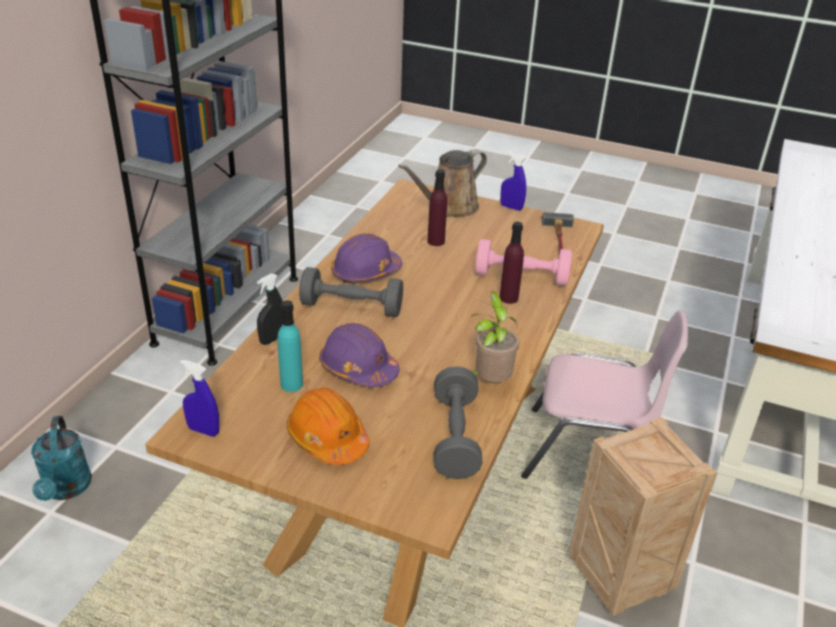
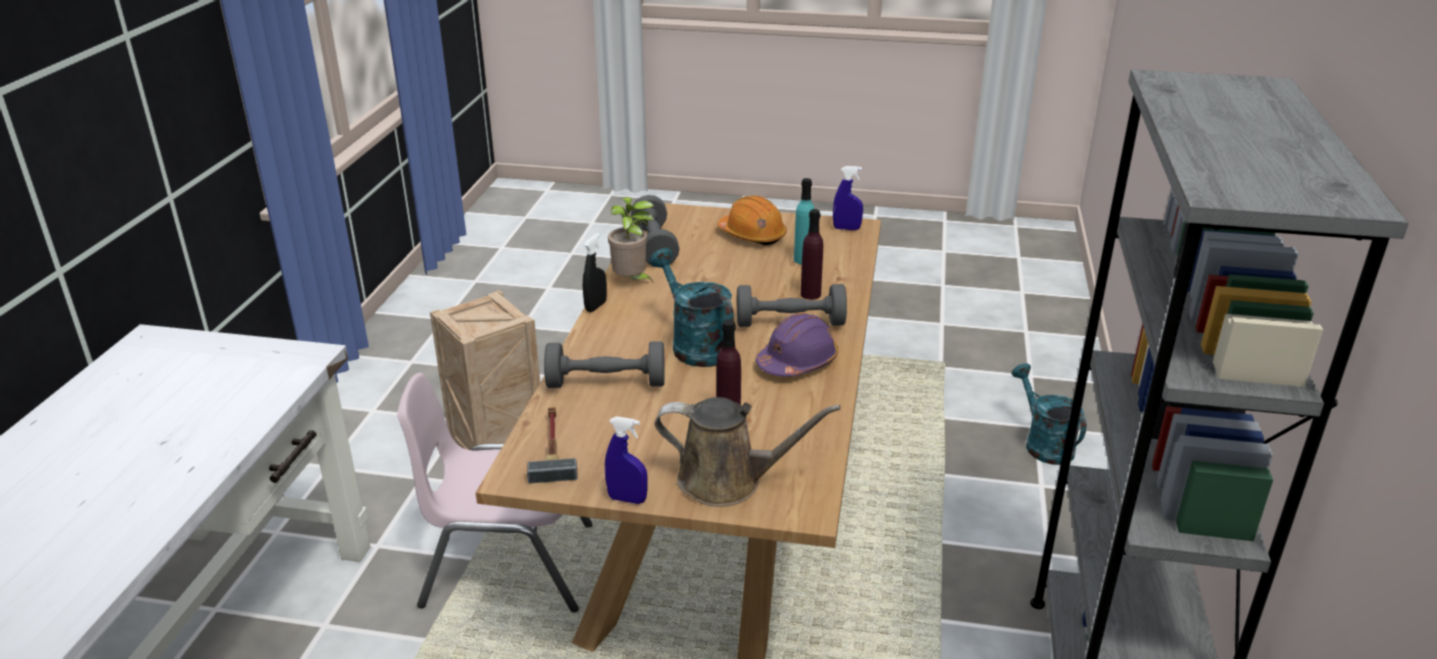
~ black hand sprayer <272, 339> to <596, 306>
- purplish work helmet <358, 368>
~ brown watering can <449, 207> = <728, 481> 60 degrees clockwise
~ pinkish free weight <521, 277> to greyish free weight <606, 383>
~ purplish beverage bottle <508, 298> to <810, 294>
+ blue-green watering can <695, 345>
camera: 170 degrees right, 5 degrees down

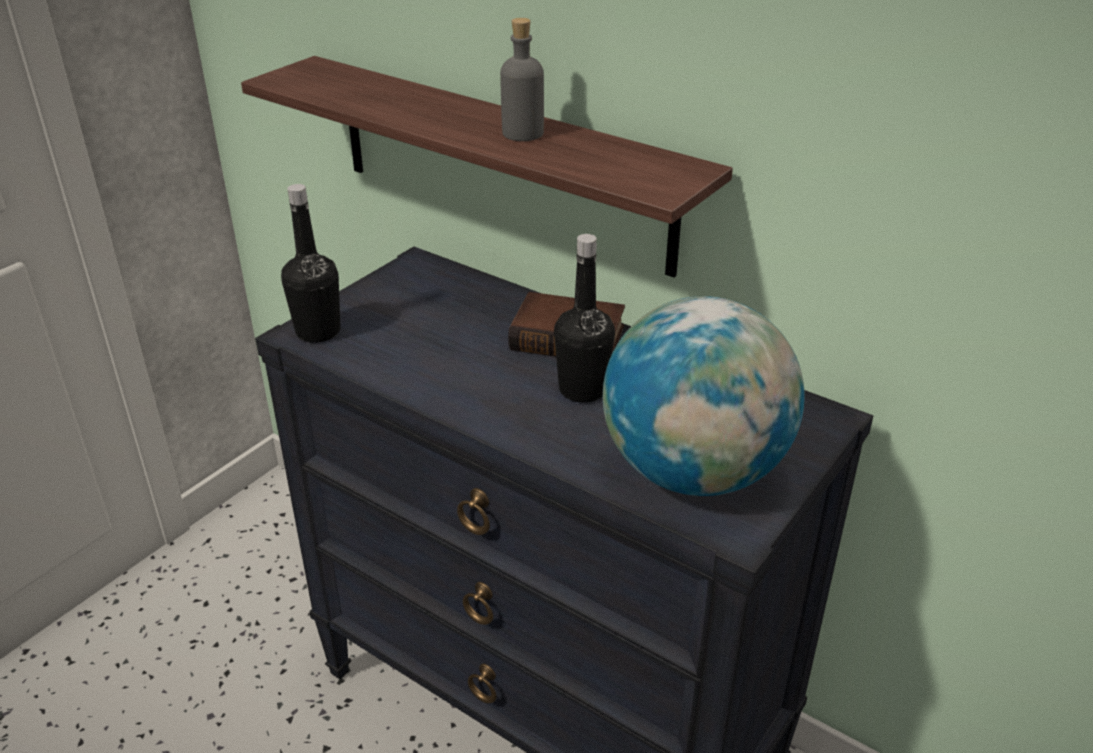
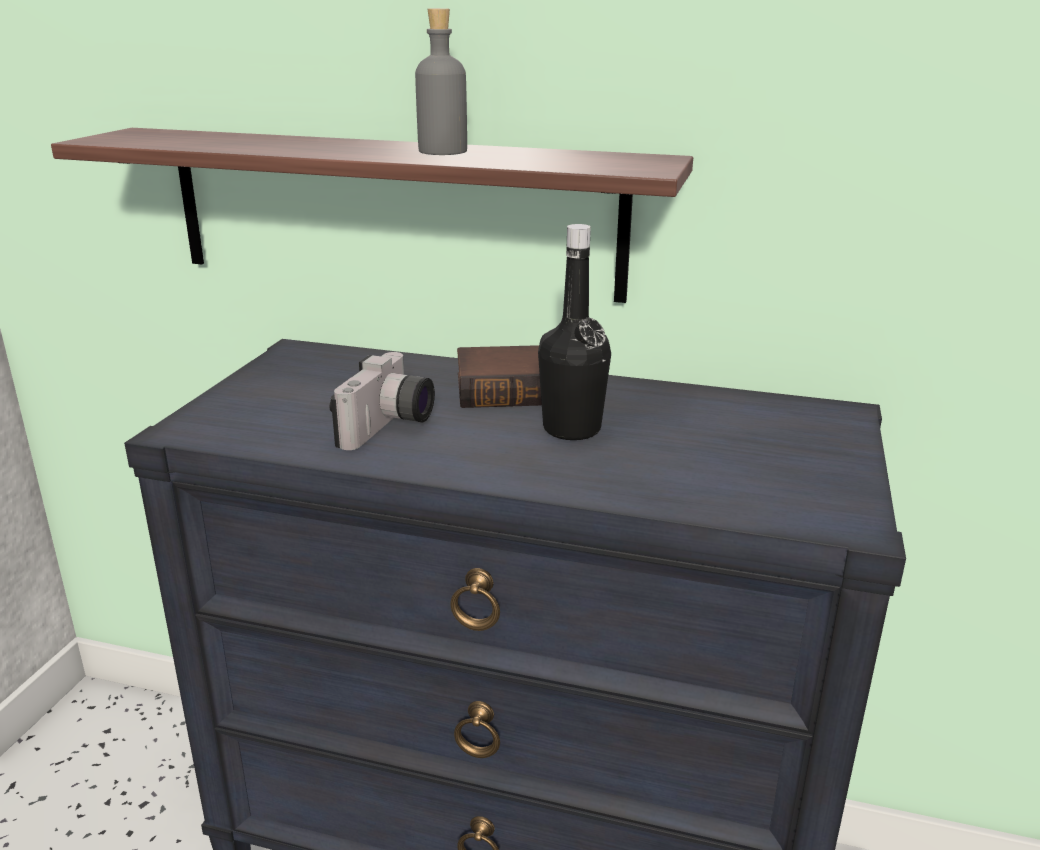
- black beverage bottle <318, 331>
- globe <694, 471>
+ still camera <389, 427>
camera: 20 degrees left, 10 degrees down

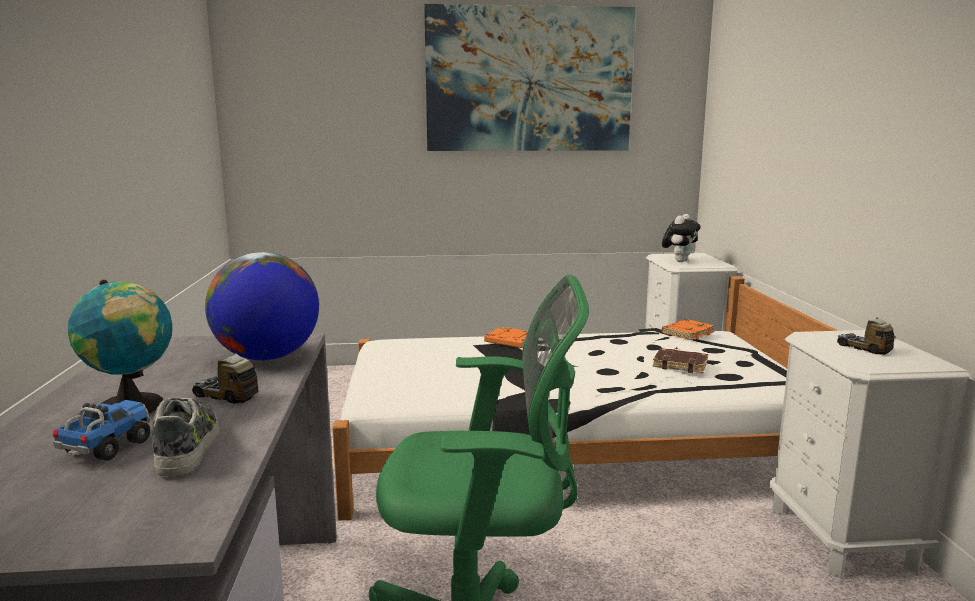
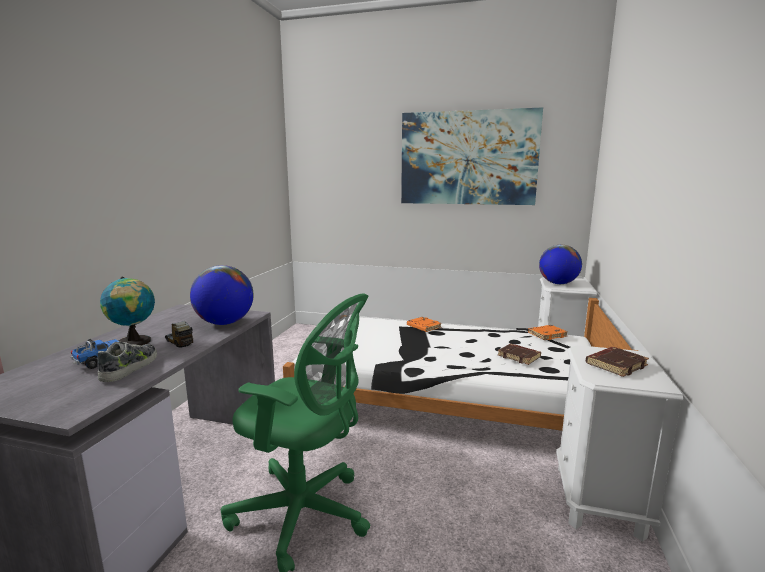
~ soft toy <679, 261> to globe <558, 283>
~ toy truck <863, 348> to brown bound book <615, 365>
camera: 20 degrees right, 0 degrees up

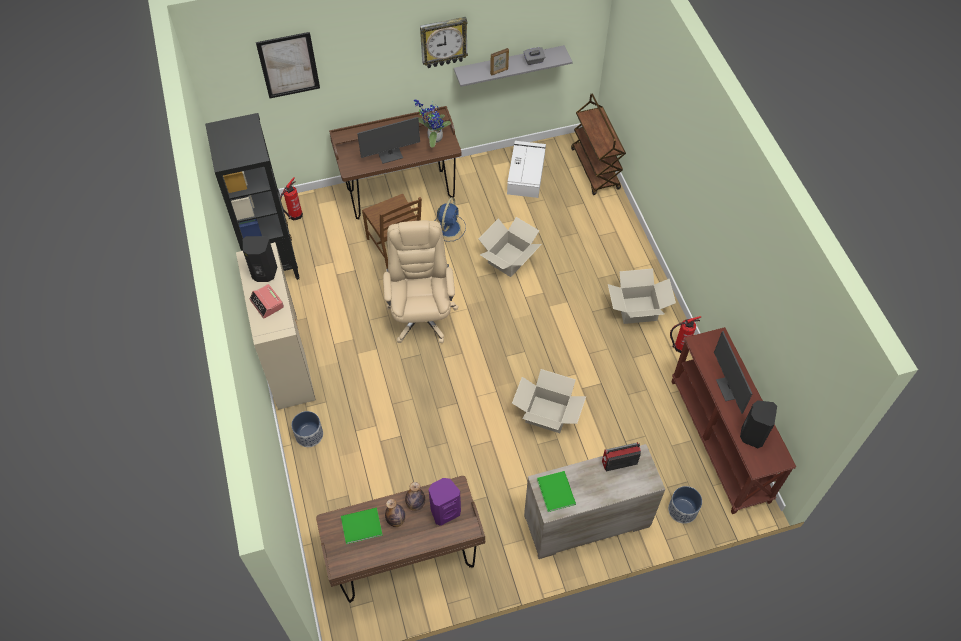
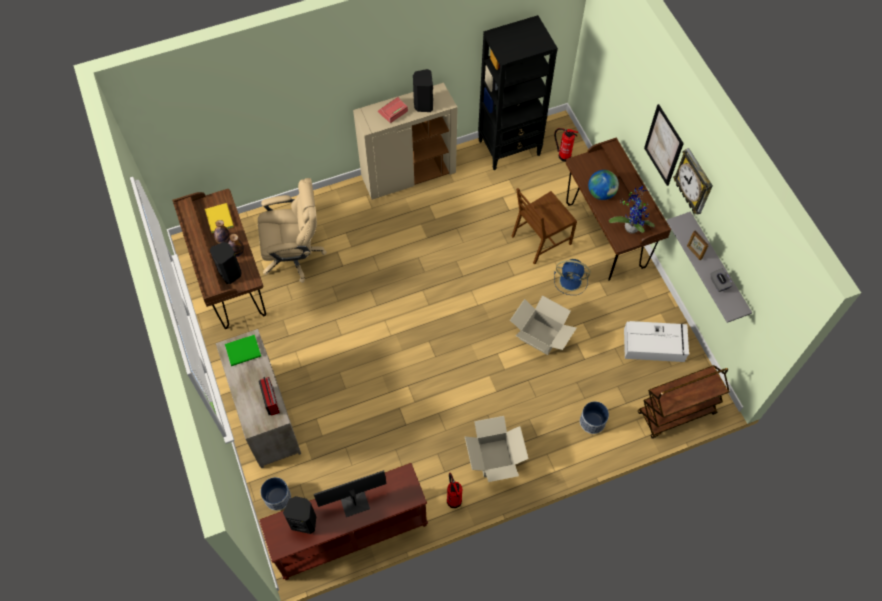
~ wall picture <288, 65> to <663, 145>
~ planter <309, 435> to <592, 422>
~ greenish bound book <360, 525> to yellowish bound book <220, 217>
~ computer display <390, 155> to globe <601, 193>
~ beige computer chair <421, 315> to <294, 255>
~ purplish speaker <444, 511> to black speaker <231, 273>
- cardboard box <547, 414>
camera: 85 degrees right, 5 degrees up

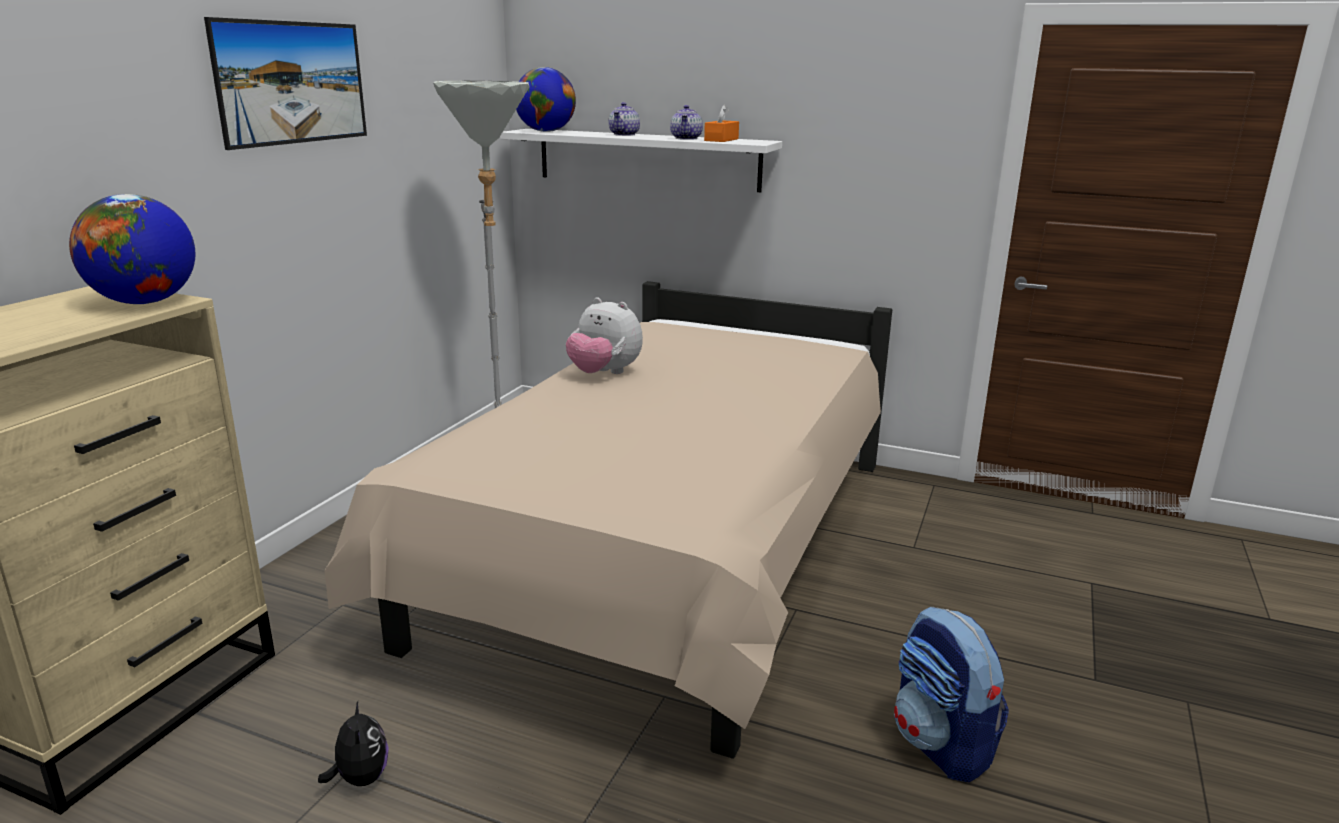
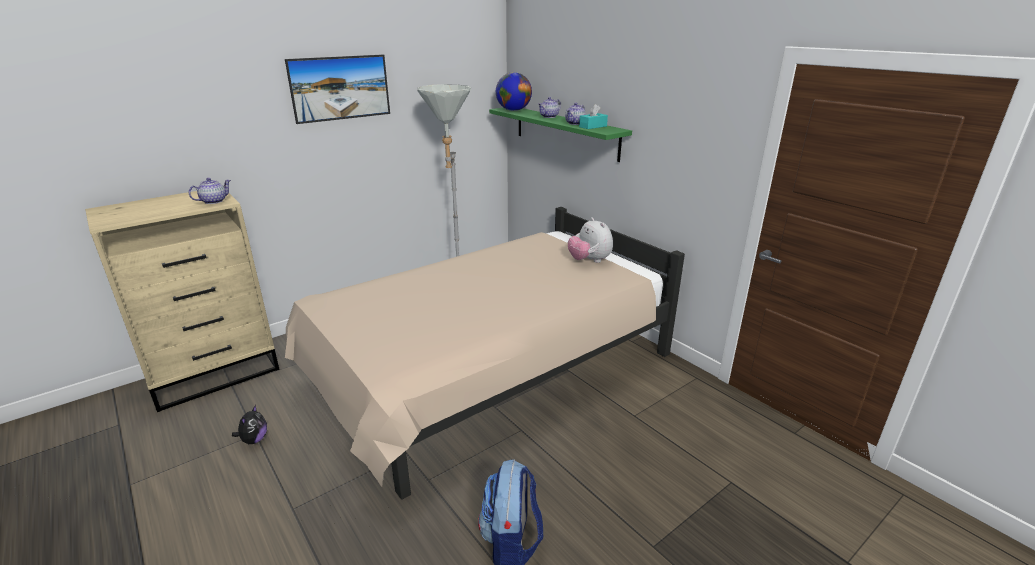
~ globe <144, 302> to teapot <214, 201>
~ whitish shelf <647, 159> to greenish shelf <565, 132>
~ soft toy <604, 373> to <589, 261>
~ orange tissue box <721, 140> to blue-green tissue box <593, 126>
camera: 30 degrees right, 5 degrees up

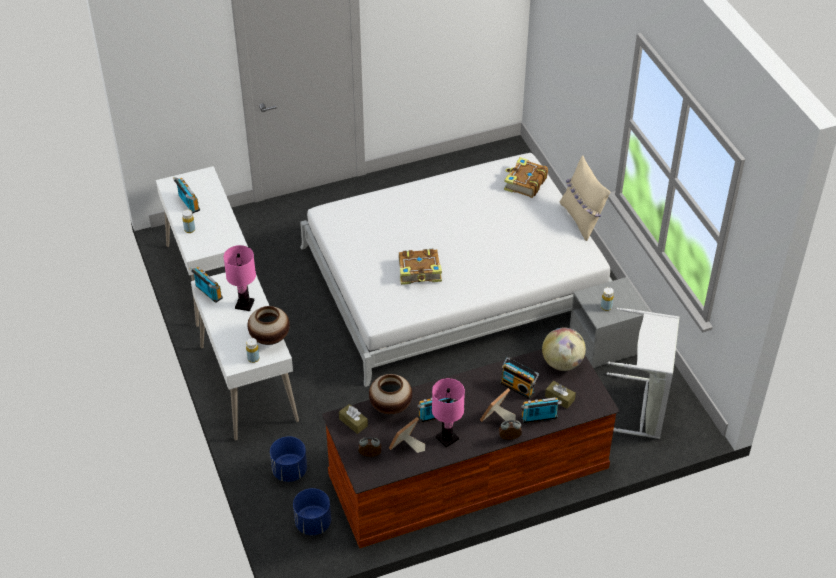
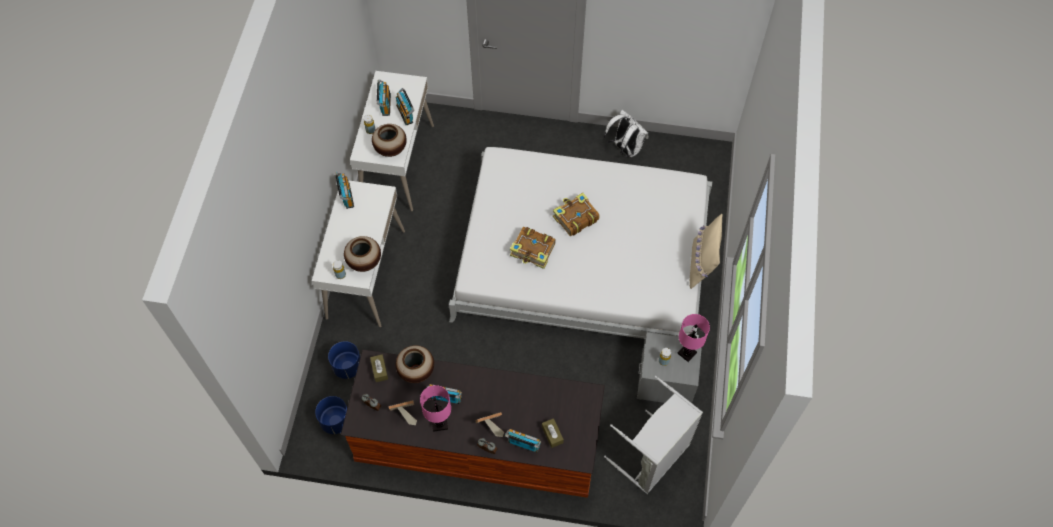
~ pinkish lamp for a table <245, 304> to <687, 353>
~ radio <518, 387> to <406, 114>
~ bound book <524, 183> to <575, 218>
- globe <562, 363>
+ decorative vase <391, 149>
+ whitish backpack <625, 148>
camera: 30 degrees right, 15 degrees up

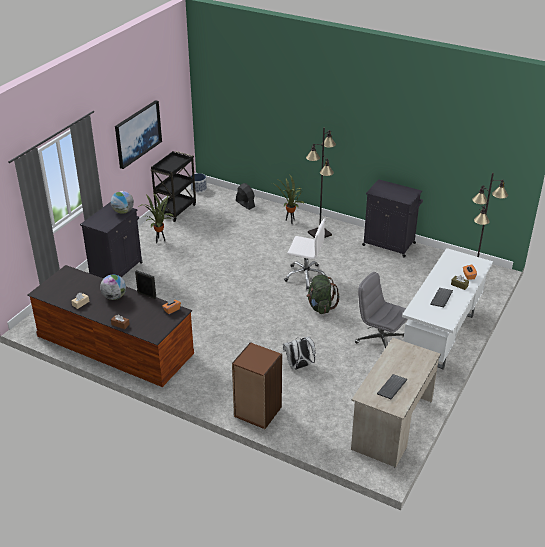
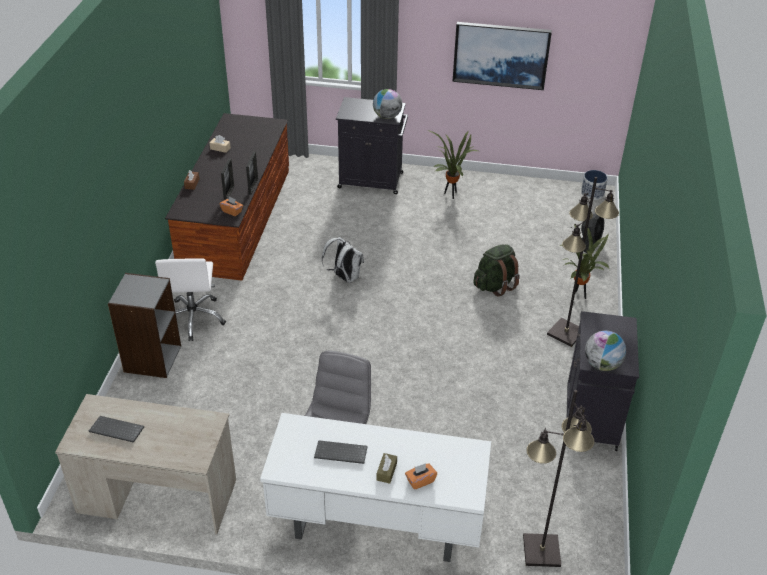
~ globe <114, 297> to <602, 364>
- black trolley <176, 209>
~ brown shelving unit <257, 412> to greyish shelving unit <152, 358>
~ whitish backpack <299, 366> to <344, 277>
~ whitish computer chair <306, 276> to <194, 318>
~ greenish backpack <320, 307> to <495, 285>
+ picture frame <229, 194>
camera: 70 degrees right, 5 degrees up

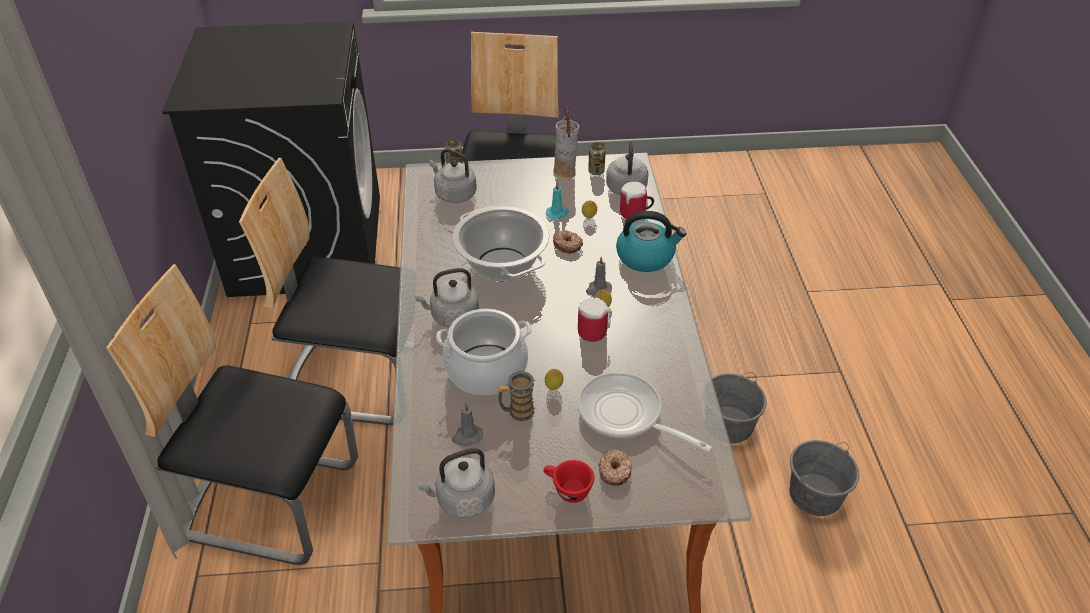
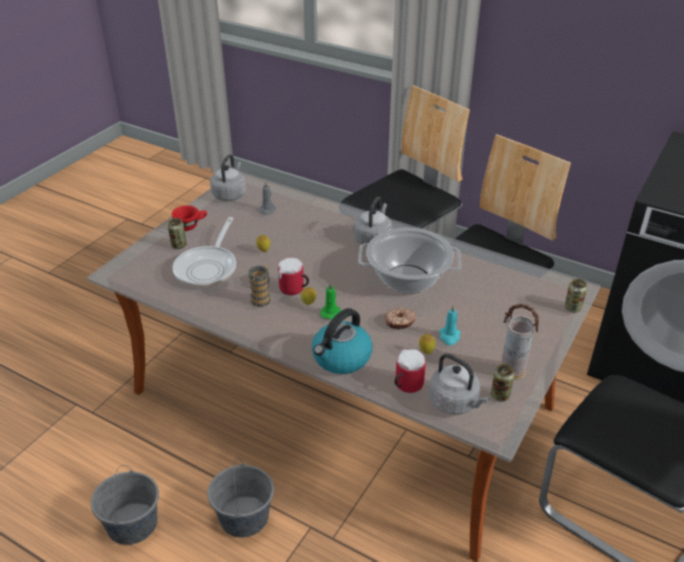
- greyish water kettle <454, 194>
- saucepot <486, 370>
~ tea mug <517, 412> to <262, 298>
~ skillet <626, 415> = <208, 267> 120 degrees clockwise
~ greyish candle <598, 289> to greenish candle <331, 312>
~ doughnut <615, 471> to metal can <179, 245>
camera: 125 degrees right, 5 degrees down

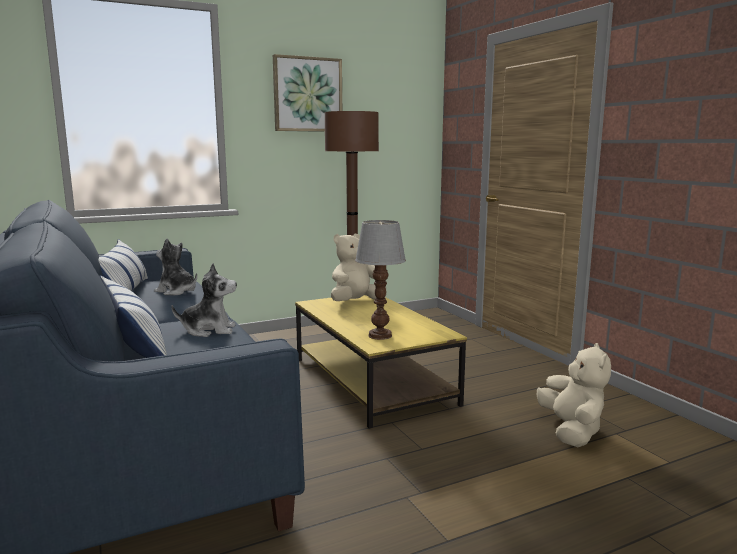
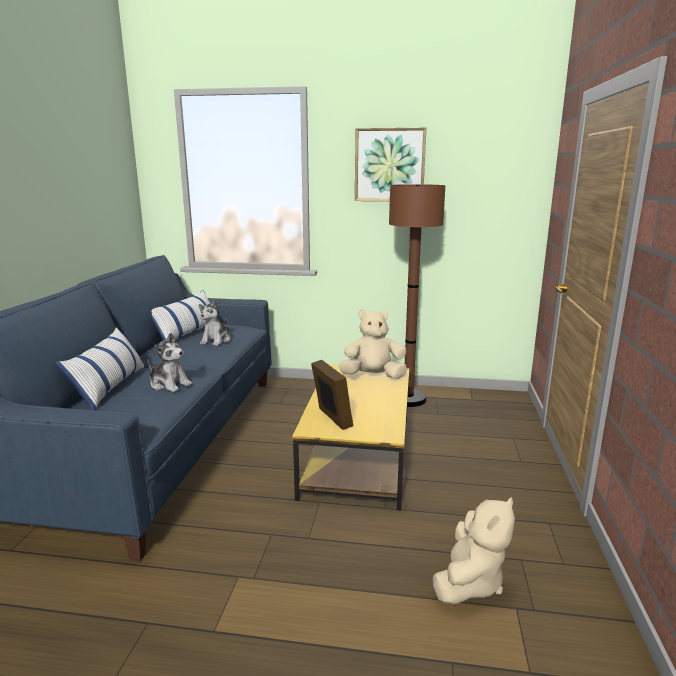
~ soft toy <176, 291> = <216, 340> 135 degrees counterclockwise
~ lamp for a table <379, 335> to picture frame <331, 418>
camera: 35 degrees right, 5 degrees up

